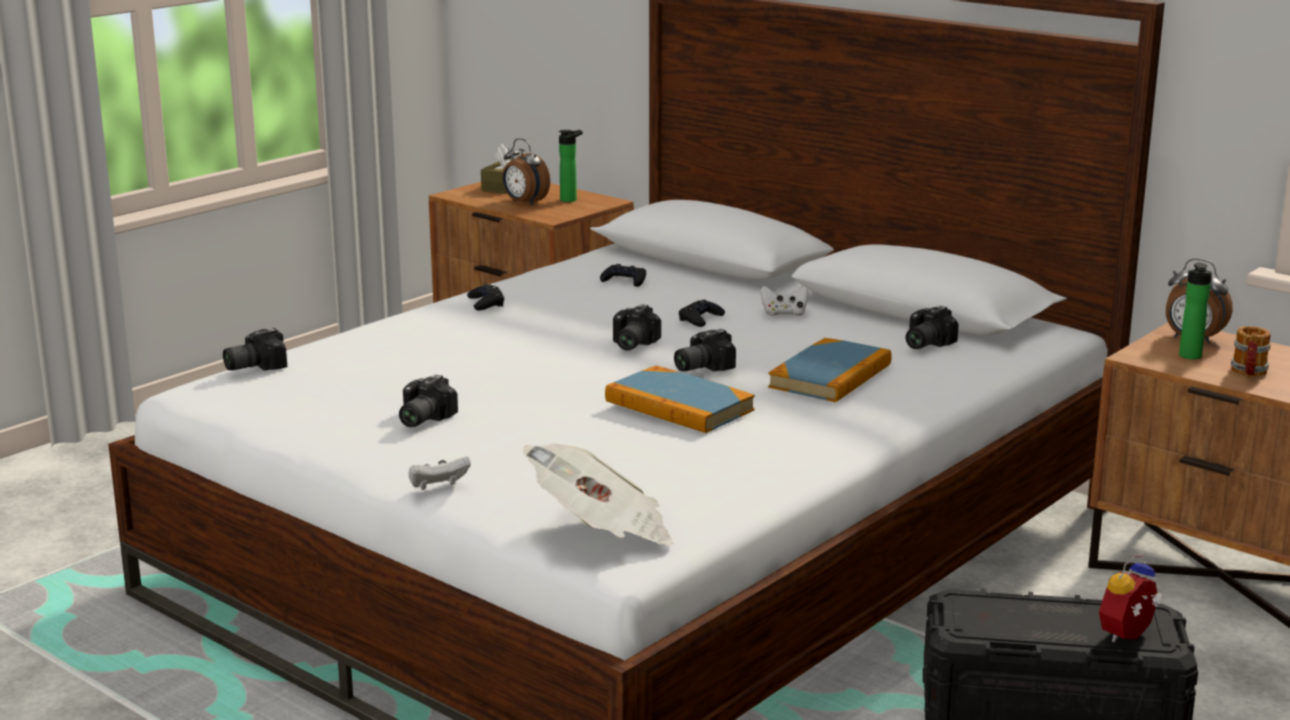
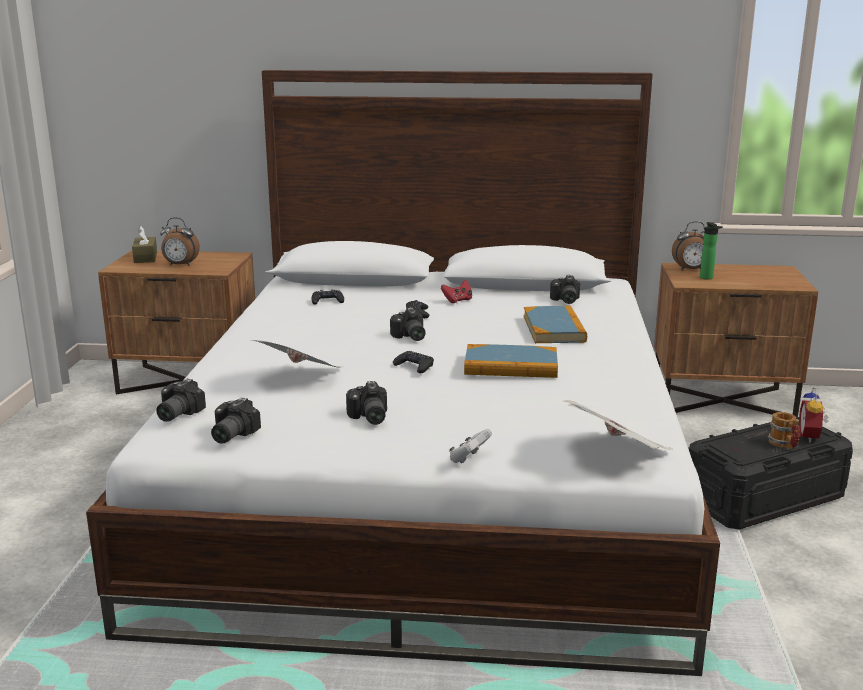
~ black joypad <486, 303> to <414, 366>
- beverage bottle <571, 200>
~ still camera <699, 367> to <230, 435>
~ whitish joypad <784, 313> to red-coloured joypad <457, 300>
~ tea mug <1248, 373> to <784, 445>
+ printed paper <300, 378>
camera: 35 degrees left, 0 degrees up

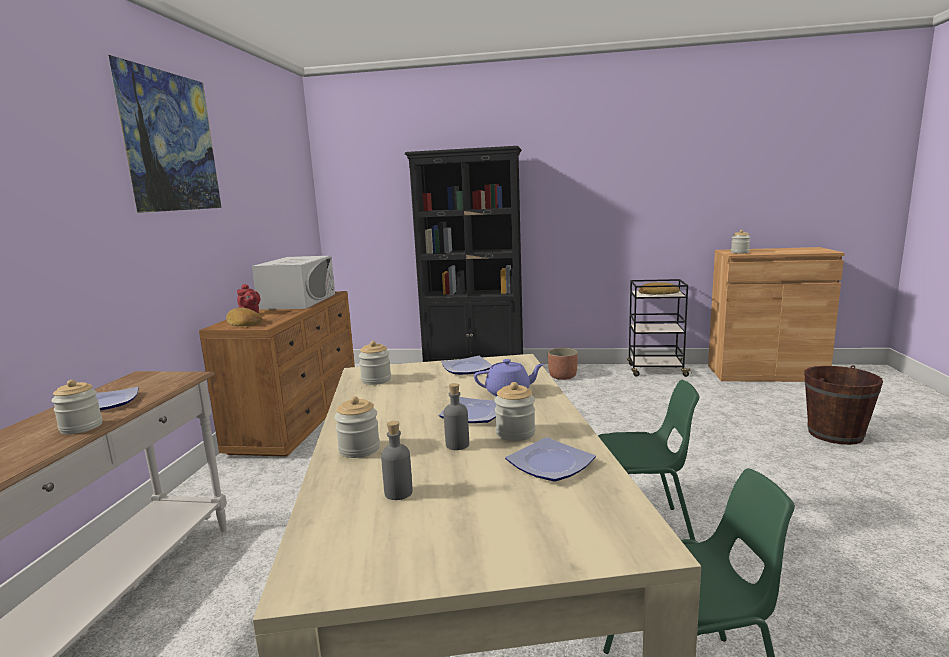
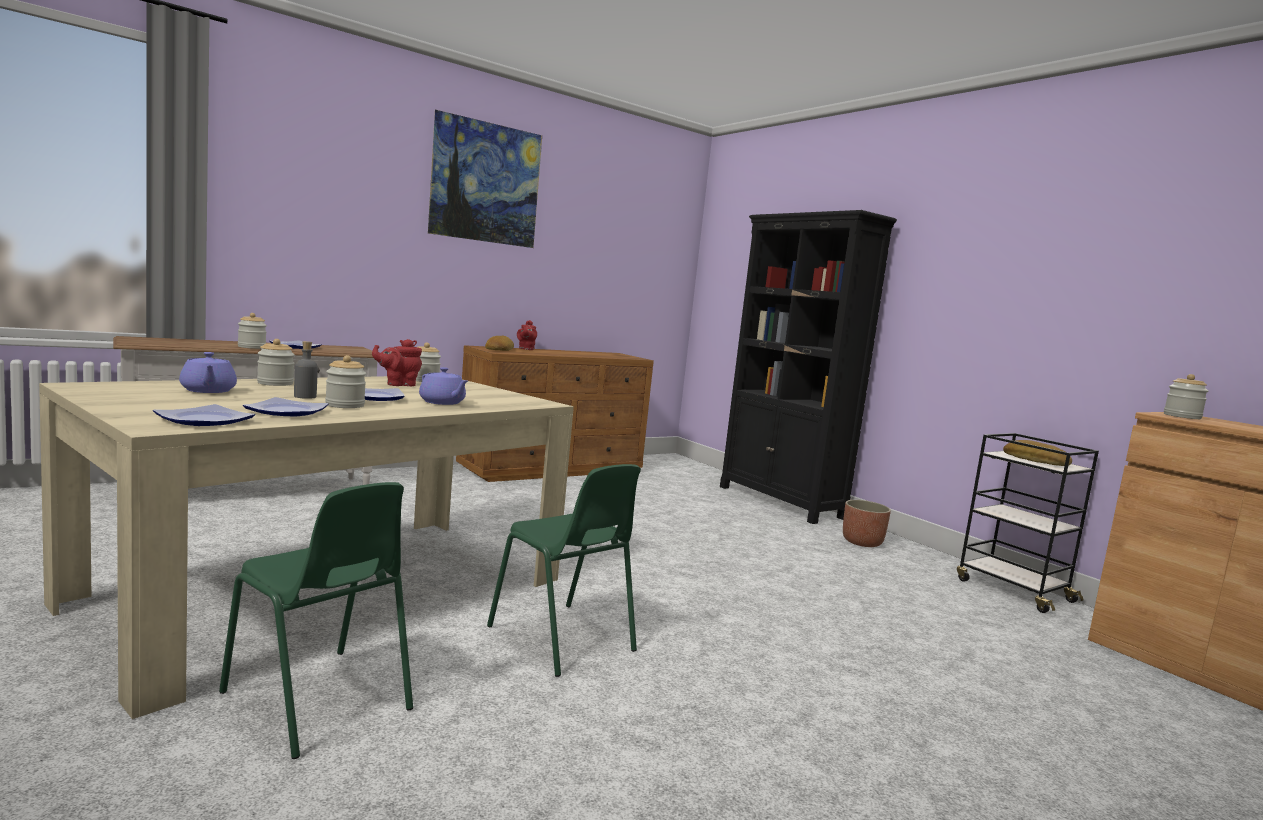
- whitish microwave oven <298, 301>
~ greyish beverage bottle <398, 492> to purplish teapot <208, 391>
~ flat dish <468, 369> to <204, 421>
- brown bucket <835, 434>
+ red-coloured teapot <398, 384>
camera: 45 degrees right, 5 degrees down

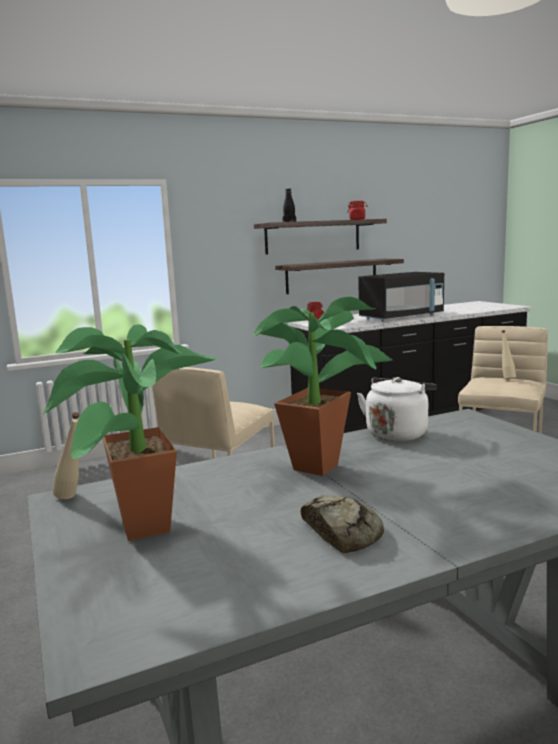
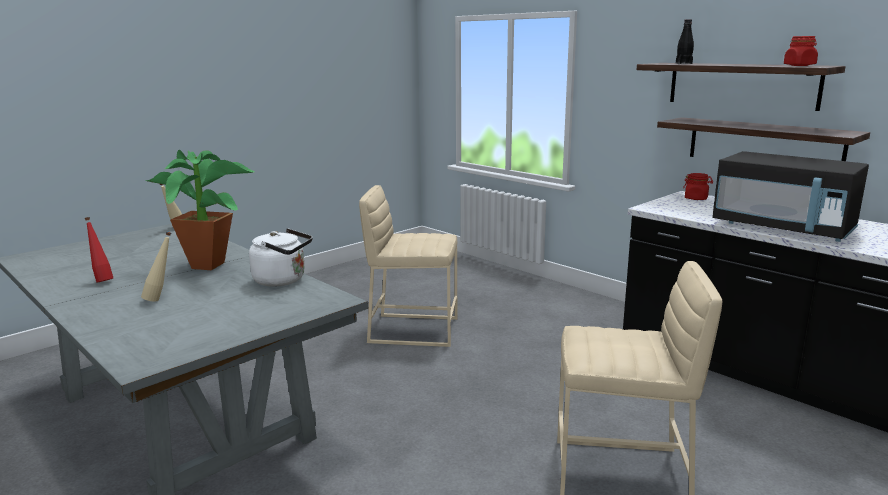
- houseplant <141, 534>
~ bread <342, 531> to red-coloured beverage bottle <102, 280>
~ beige beverage bottle <506, 378> to <161, 299>
camera: 70 degrees right, 5 degrees up

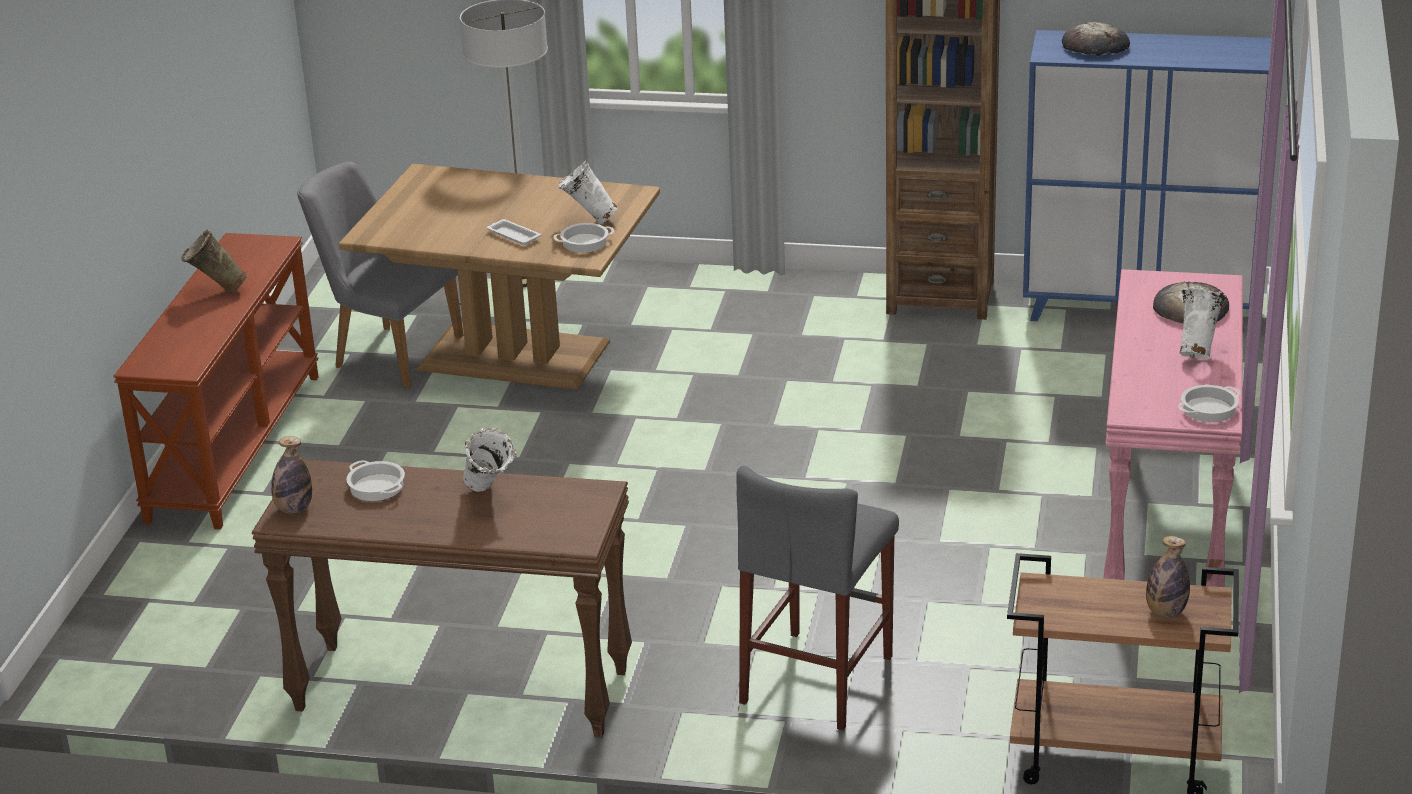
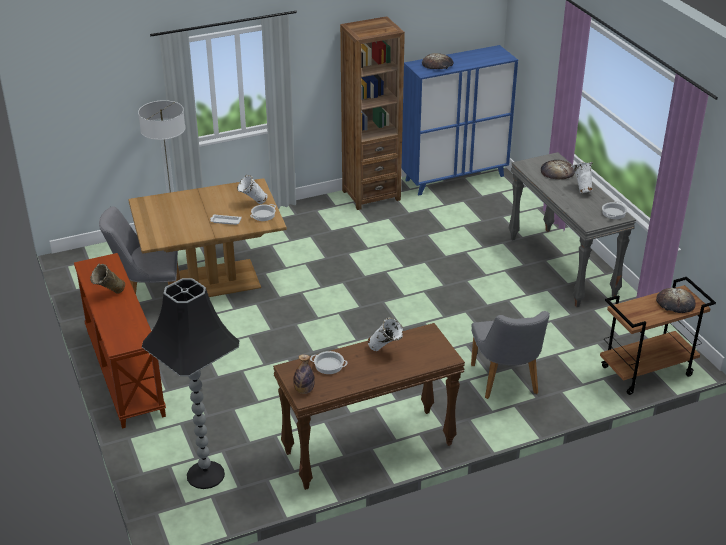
~ greyish stool <817, 679> to greyish upright chair <507, 383>
~ pinkish narrow table <1168, 523> to greyish narrow table <562, 267>
~ beverage bottle <1166, 612> to bread <675, 303>
+ black floor lamp <204, 475>
camera: 35 degrees left, 5 degrees up

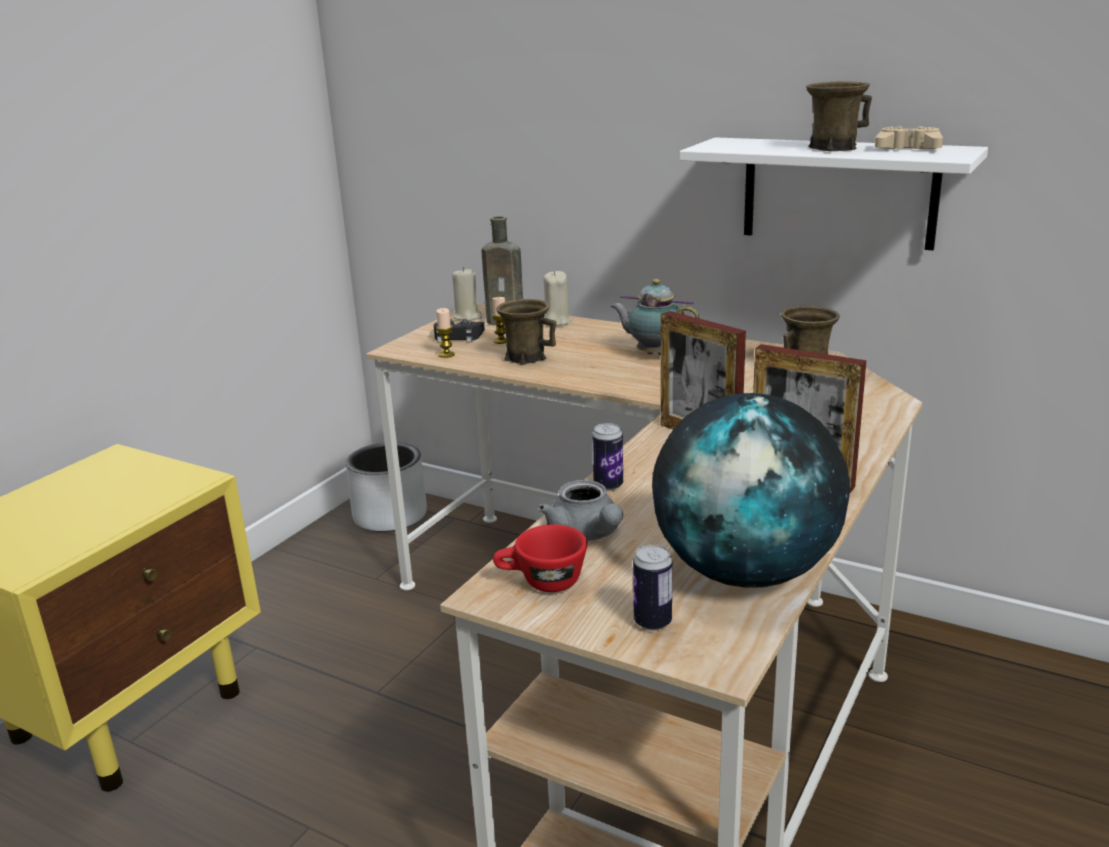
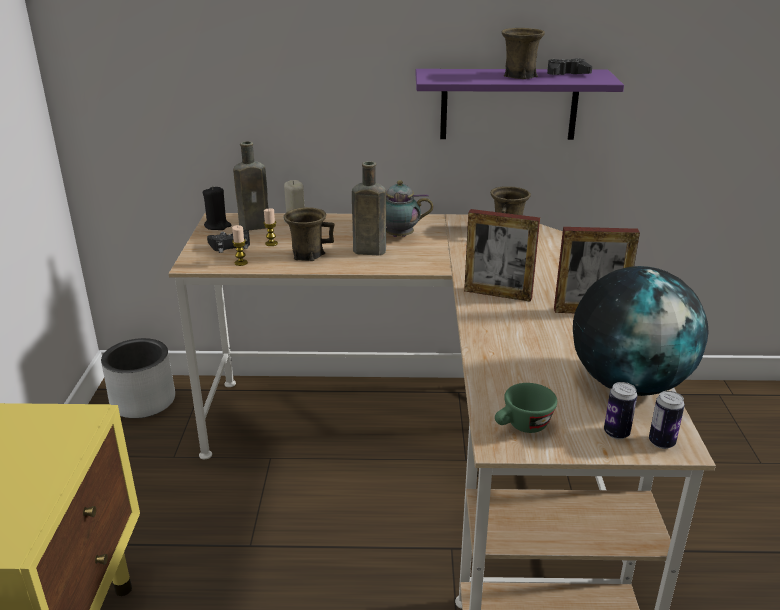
~ beige candle <467, 316> to black candle <217, 226>
~ red-coloured drinking cup <541, 582> to greenish drinking cup <522, 427>
- greyish teapot <587, 534>
~ metal can <608, 485> to <661, 442>
~ whitish shelf <838, 192> to purplish shelf <509, 104>
~ beige joypad <908, 149> to black joypad <566, 74>
+ brown beverage bottle <367, 251>
camera: 30 degrees left, 5 degrees up

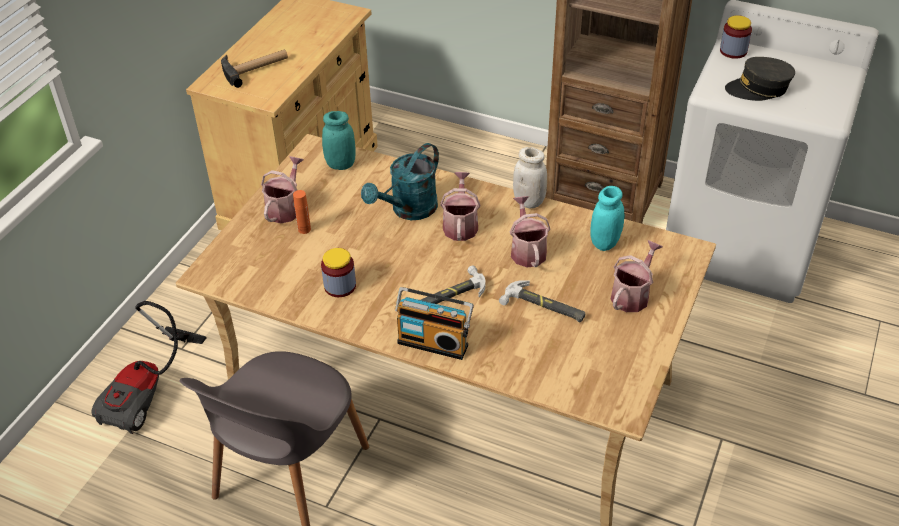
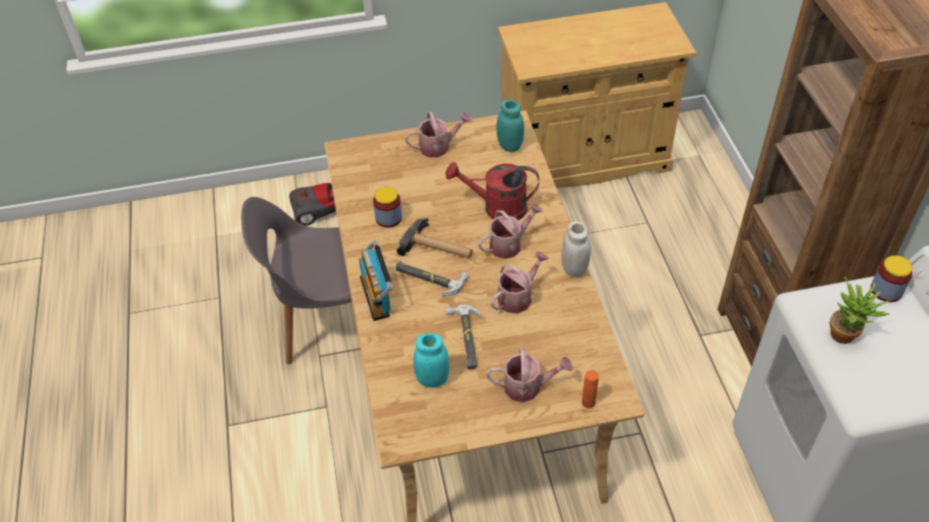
~ hand hammer <256, 68> to <438, 247>
~ orange beverage bottle <304, 229> to <588, 402>
~ blue-green watering can <408, 210> to red-coloured watering can <497, 208>
~ blue-green storage jar <605, 243> to <432, 379>
~ greyish peaked cap <758, 88> to houseplant <847, 335>
camera: 55 degrees right, 5 degrees up

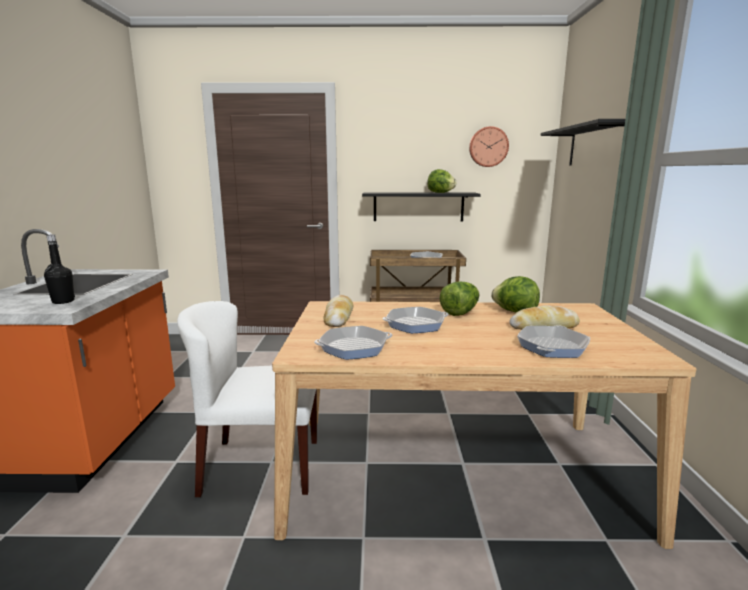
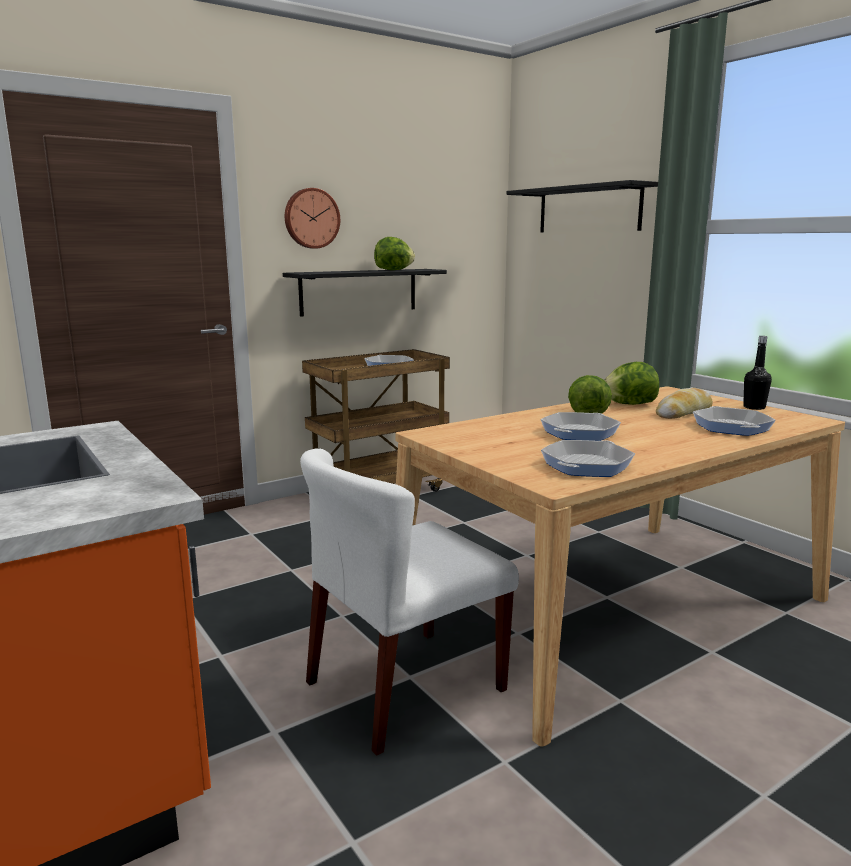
~ black beverage bottle <63, 301> to <754, 407>
- bread <338, 317>
~ clock on the wall <488, 147> to <311, 218>
camera: 35 degrees left, 0 degrees up

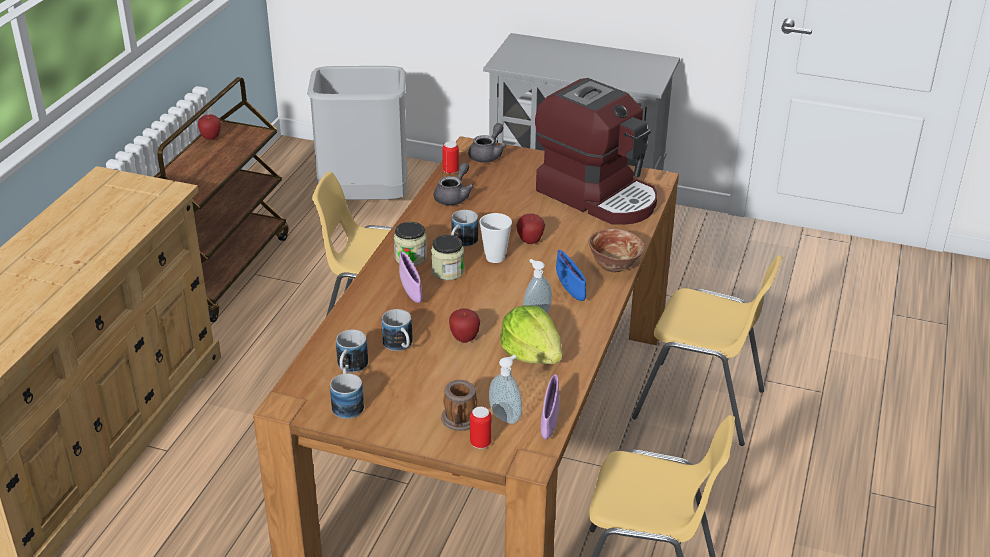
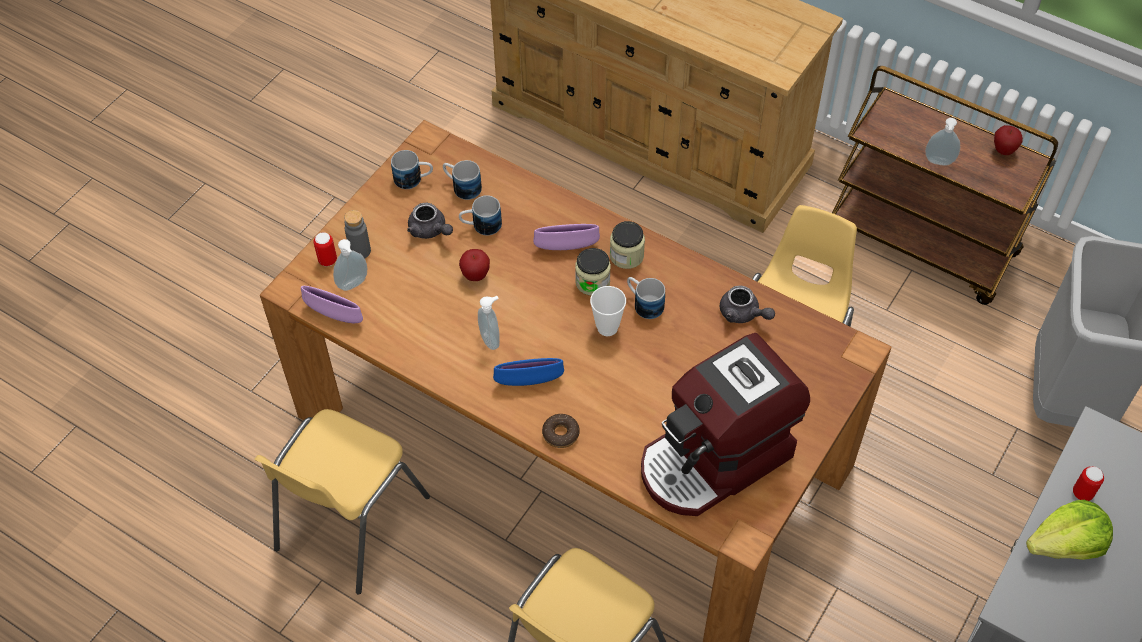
~ tea mug <460, 422> to greyish beverage bottle <360, 251>
~ metal can <450, 171> to <1082, 493>
~ greyish teapot <488, 155> to <430, 231>
~ lettuce head <532, 353> to <1065, 545>
- apple <530, 241>
~ bowl <614, 266> to doughnut <560, 434>
+ liquid soap bottle <938, 162>
camera: 105 degrees right, 20 degrees up

